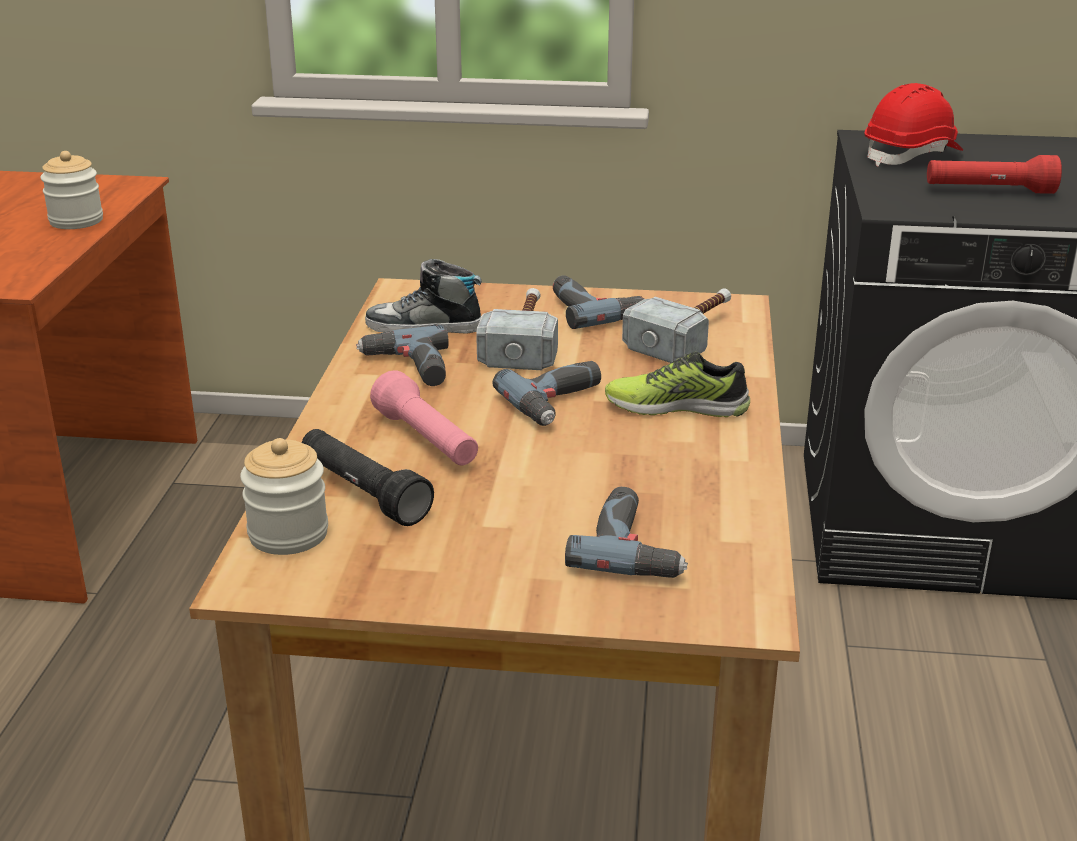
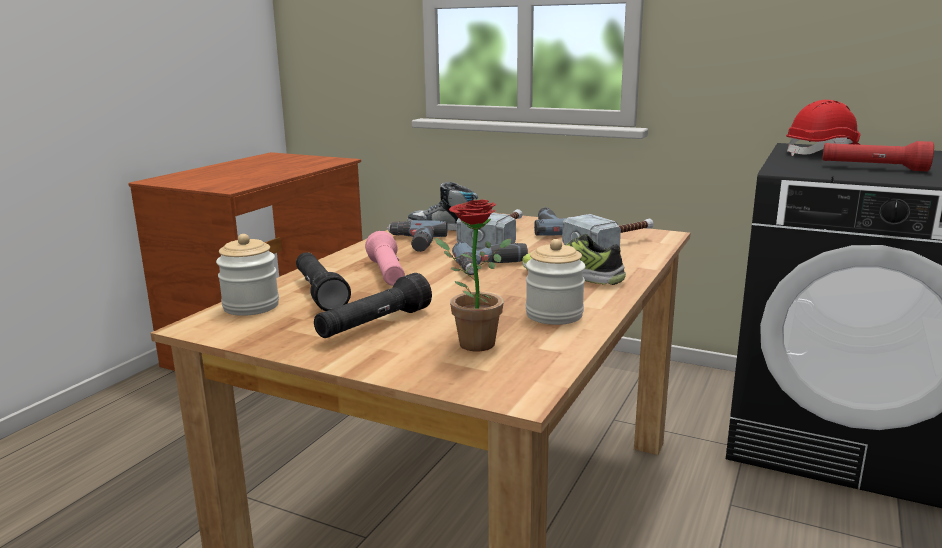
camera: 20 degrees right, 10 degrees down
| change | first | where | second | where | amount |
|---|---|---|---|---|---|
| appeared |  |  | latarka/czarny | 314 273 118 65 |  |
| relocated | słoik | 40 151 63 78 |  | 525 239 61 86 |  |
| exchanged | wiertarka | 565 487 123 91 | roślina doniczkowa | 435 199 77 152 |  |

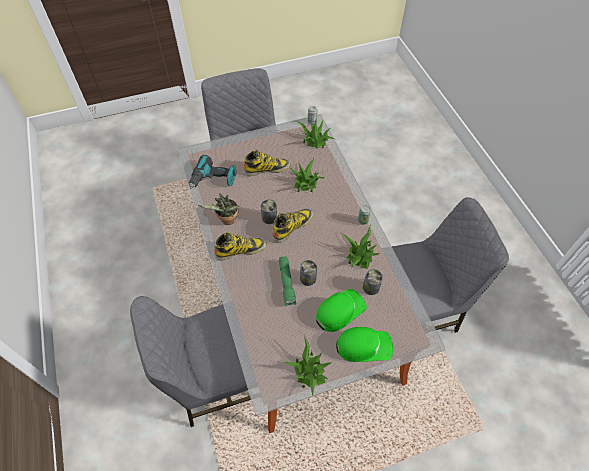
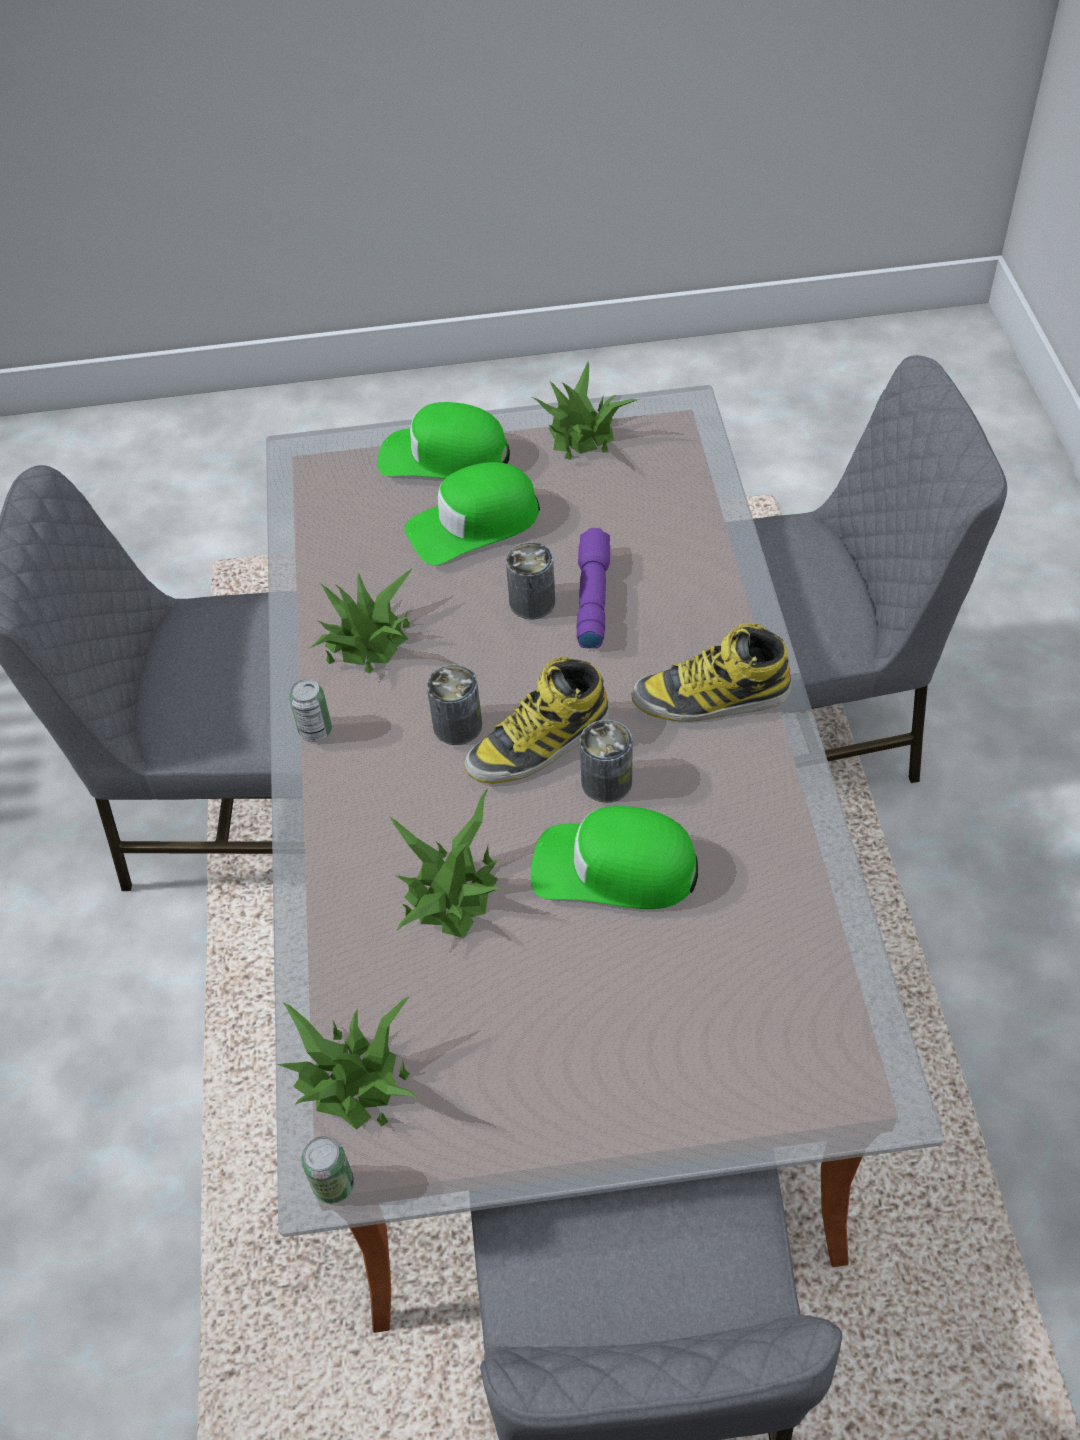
camera: 165 degrees left, 5 degrees down
| change | first | where | second | where | amount |
|---|---|---|---|---|---|
| missing | wiertarka | 189 155 47 34 |  |  |  |
| missing | roślina doniczkowa | 198 193 42 32 |  |  |  |
| missing | but z cholewką | 244 150 46 26 |  |  |  |
| appeared |  |  | czapka z daszkiem/zielony | 531 806 167 103 |  |
| relocated | puszka | 363 269 20 26 |  | 426 664 56 81 |  |
| colour | latarka/zielony | 279 256 17 50 | latarka/fioletowy | 576 528 34 120 |  |

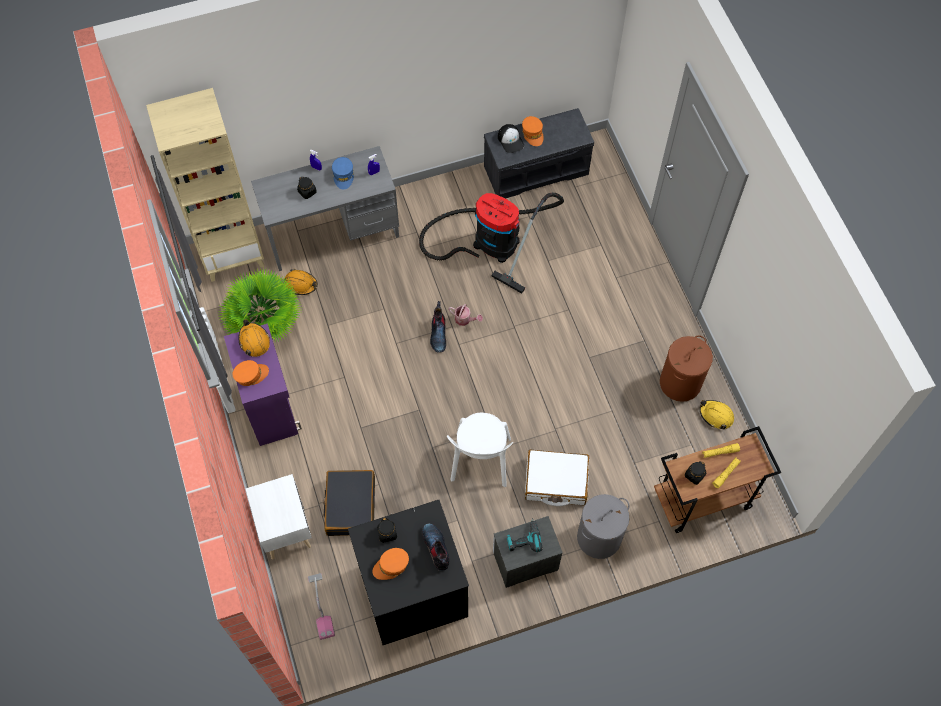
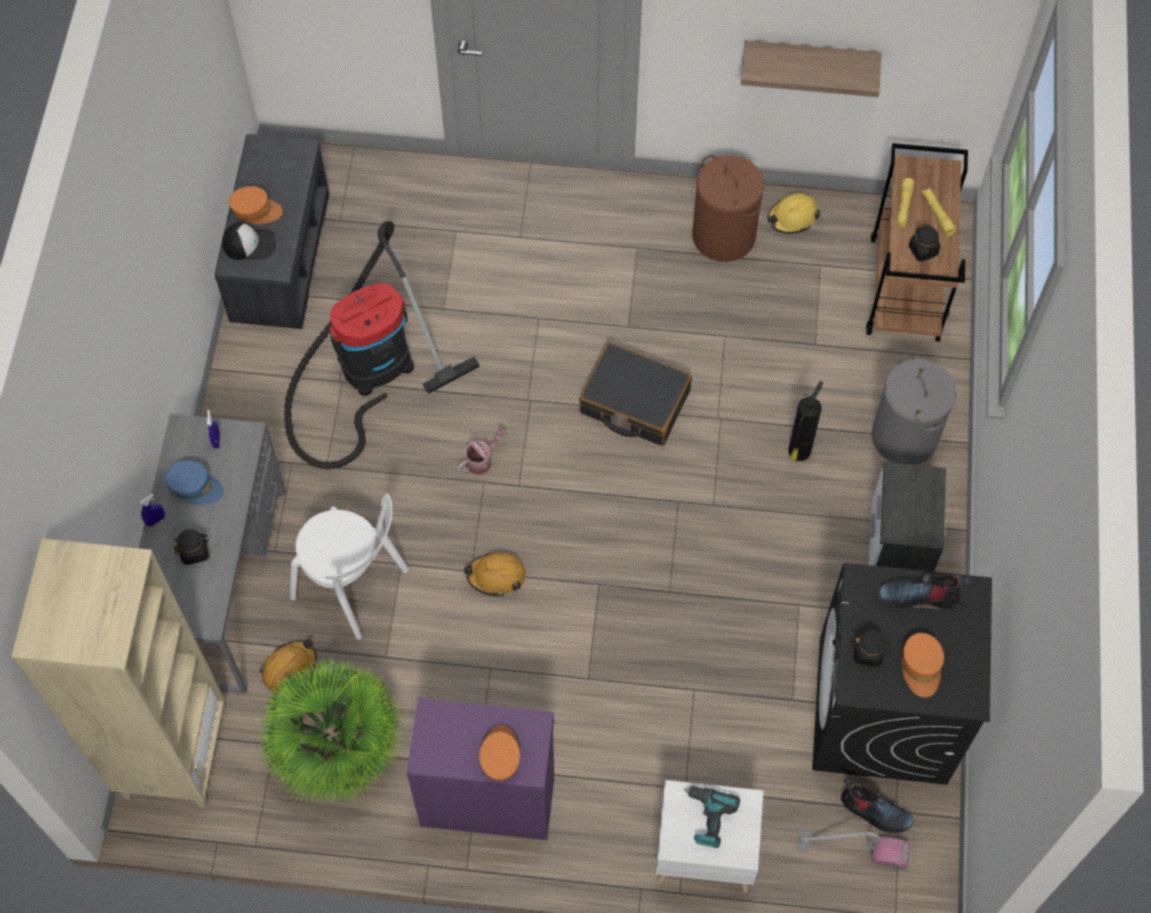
camera: 65 degrees left, 0 degrees up
| change | first | where | second | where | amount |
|---|---|---|---|---|---|
| appeared |  |  | półka | 741 40 140 57 |  |
| relocated | kask/pomarańczowy | 238 319 32 38 |  | 464 552 62 44 |  |
| relocated | walizka/czarny | 323 470 52 66 |  | 579 342 113 104 |  |
| relocated | but z cholewką | 430 301 16 52 |  | 841 777 72 56 |  |
| relocated | krzesło/biały | 447 413 66 74 |  | 290 493 119 147 |  |
| relocated | wiertarka | 507 518 36 34 |  | 683 786 57 62 |  |
| exchanged | walizka/biały | 525 450 64 56 | gaśnica | 788 381 35 80 |  |

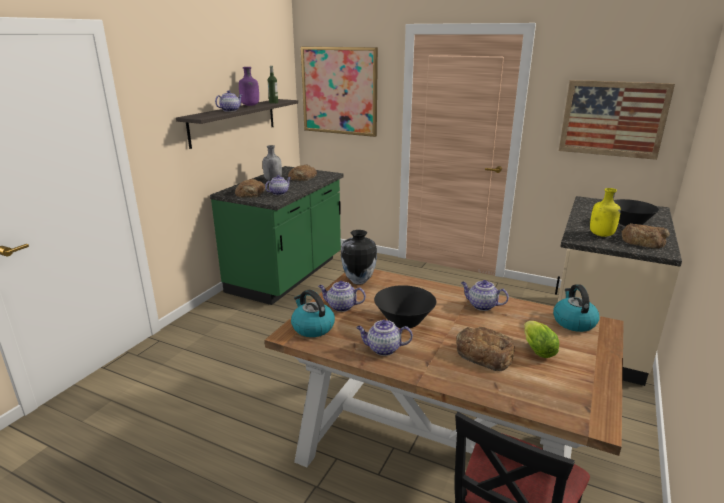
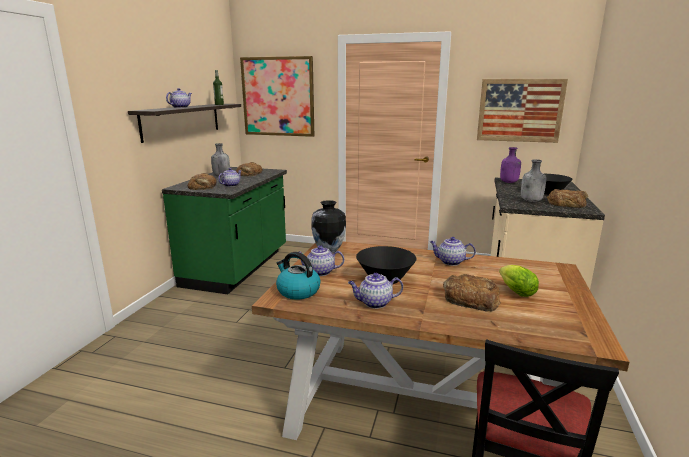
camera: 10 degrees left, 5 degrees down
| change | first | where | second | where | amount |
|---|---|---|---|---|---|
| missing | czajnik | 553 285 47 47 |  |  |  |
| relocated | butelka/fioletowy | 239 67 20 39 |  | 500 147 21 36 |  |
| colour | butelka/żółty | 590 188 31 49 | butelka/szary | 521 159 25 43 |  |

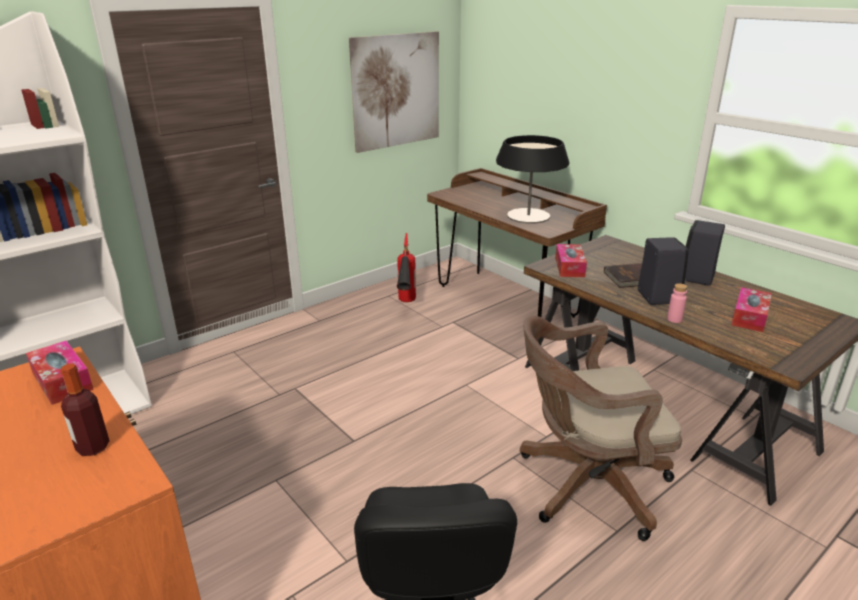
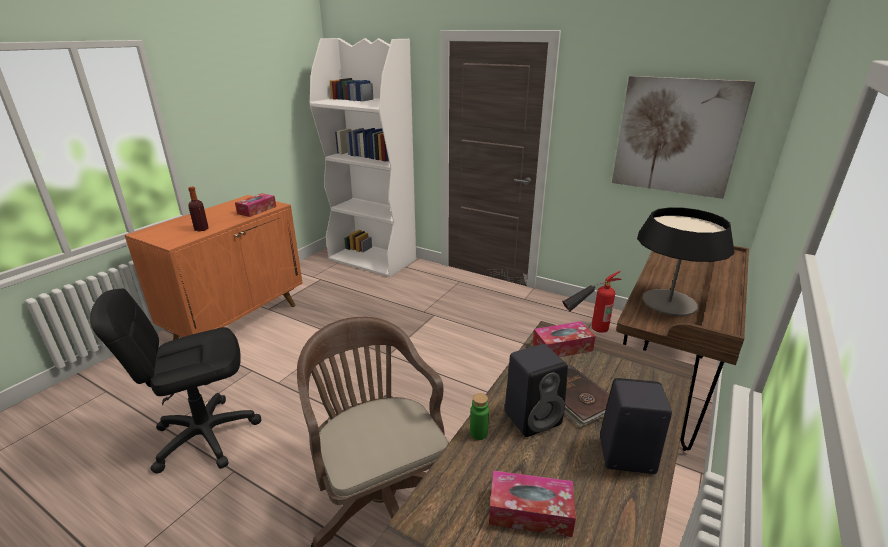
camera: 70 degrees right, 0 degrees up
| change | first | where | second | where | amount |
|---|---|---|---|---|---|
| colour | butelka/różowy | 667 283 20 40 | butelka/zielony | 470 393 19 47 |  |

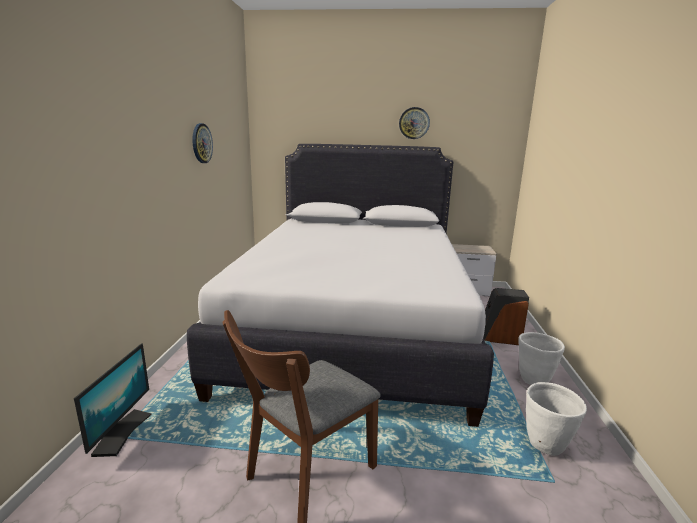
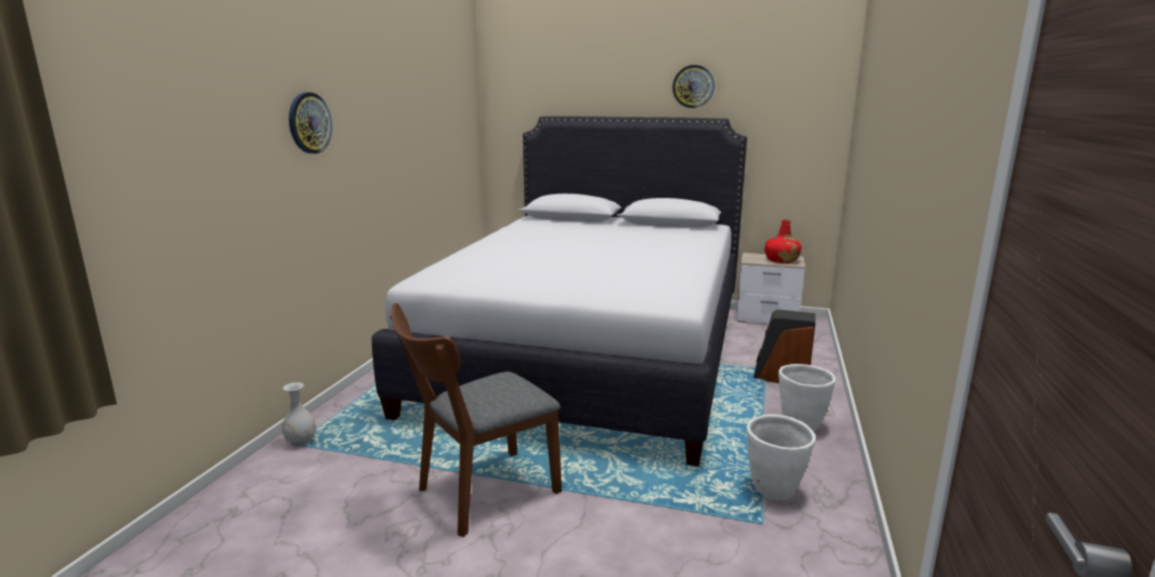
camera: 10 degrees right, 0 degrees up
| change | first | where | second | where | amount |
|---|---|---|---|---|---|
| appeared |  |  | butelka/czerwony | 765 220 37 43 |  |
| relocated | zegar ścienny | 192 123 21 40 |  | 289 92 43 62 |  |
| exchanged | monitor | 74 343 78 114 | wazon/biały | 282 382 34 65 |  |

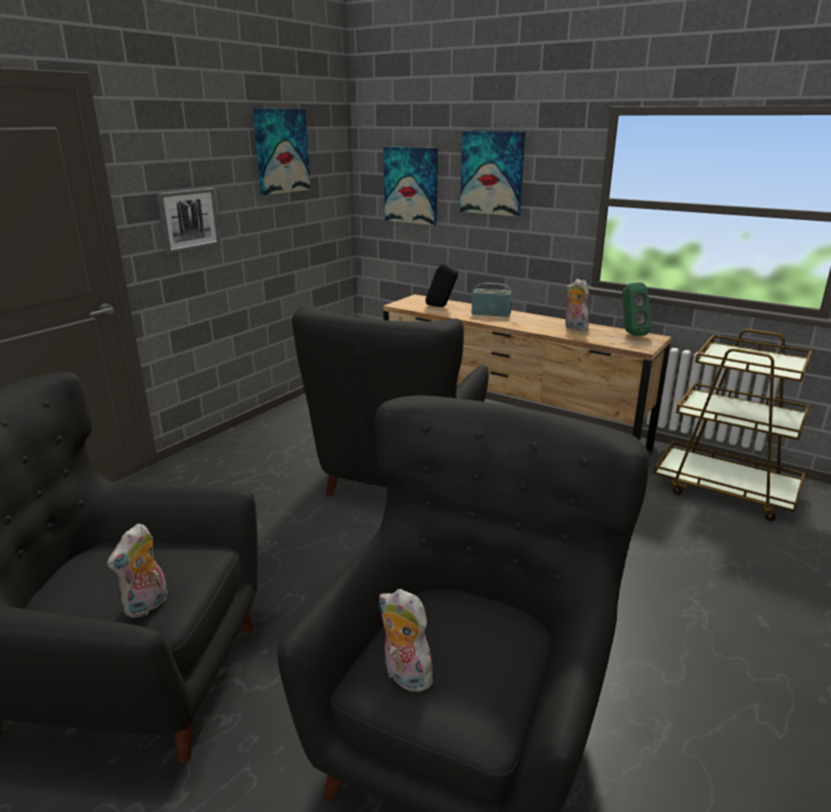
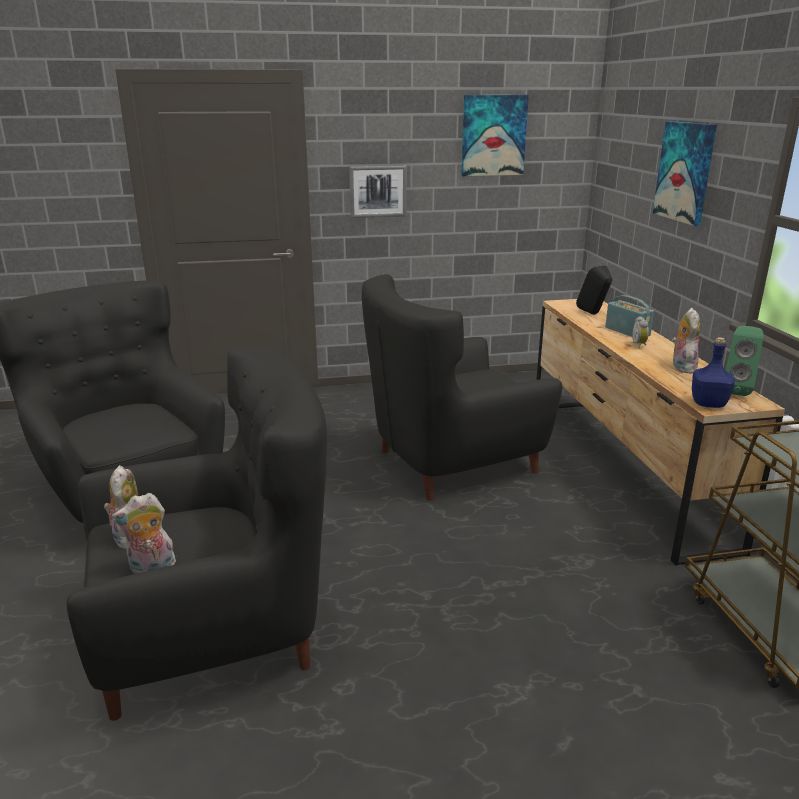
camera: 45 degrees right, 0 degrees up
| change | first | where | second | where | amount |
|---|---|---|---|---|---|
| missing | obraz | 383 146 55 79 |  |  |  |
| appeared |  |  | budzik | 632 316 17 32 |  |
| appeared |  |  | butelka/niebieski | 692 337 43 71 |  |
| relocated | pluszak | 107 523 61 95 |  | 112 493 65 81 |  |

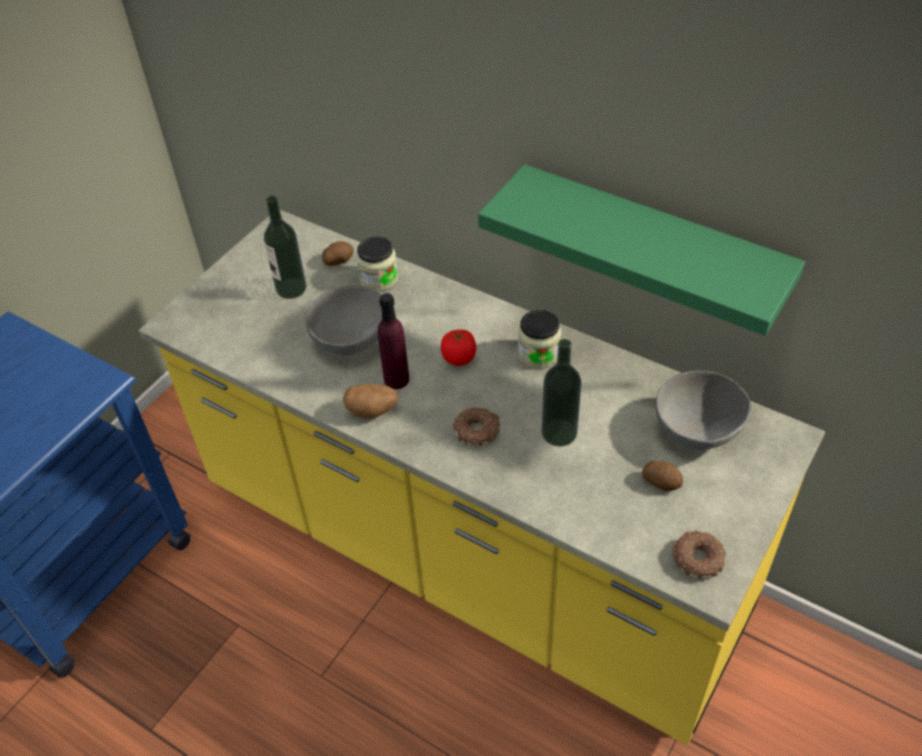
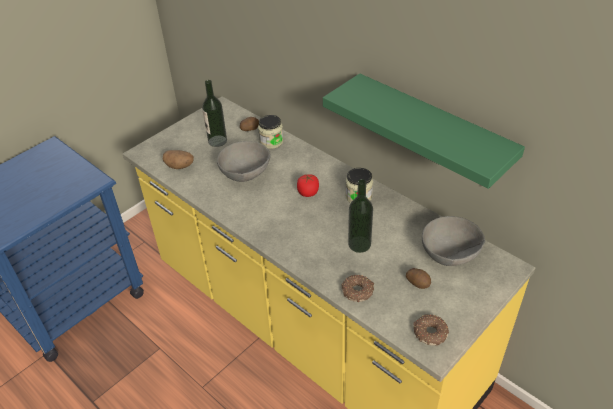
camera: 10 degrees right, 5 degrees down
| change | first | where | second | where | amount |
|---|---|---|---|---|---|
| missing | butelka/fioletowy | 378 293 31 96 |  |  |  |
| relocated | ziemniak | 343 384 55 35 |  | 163 150 31 19 |  |
| relocated | donut | 453 407 47 39 |  | 342 275 32 27 |  |

